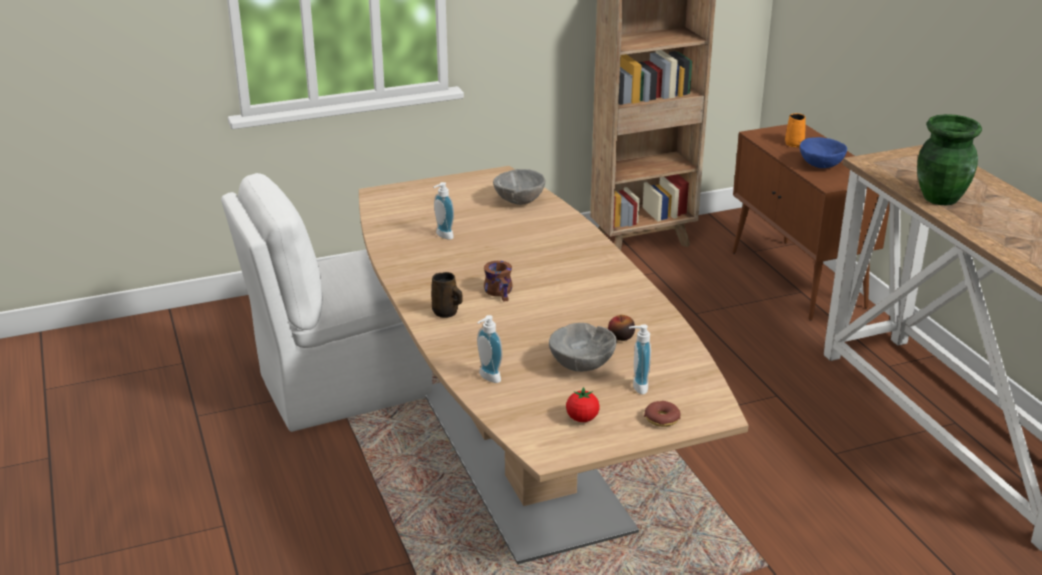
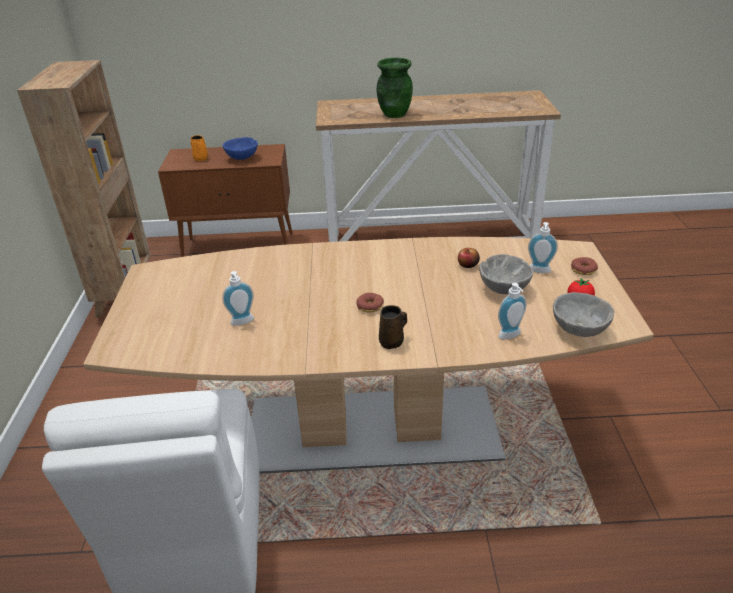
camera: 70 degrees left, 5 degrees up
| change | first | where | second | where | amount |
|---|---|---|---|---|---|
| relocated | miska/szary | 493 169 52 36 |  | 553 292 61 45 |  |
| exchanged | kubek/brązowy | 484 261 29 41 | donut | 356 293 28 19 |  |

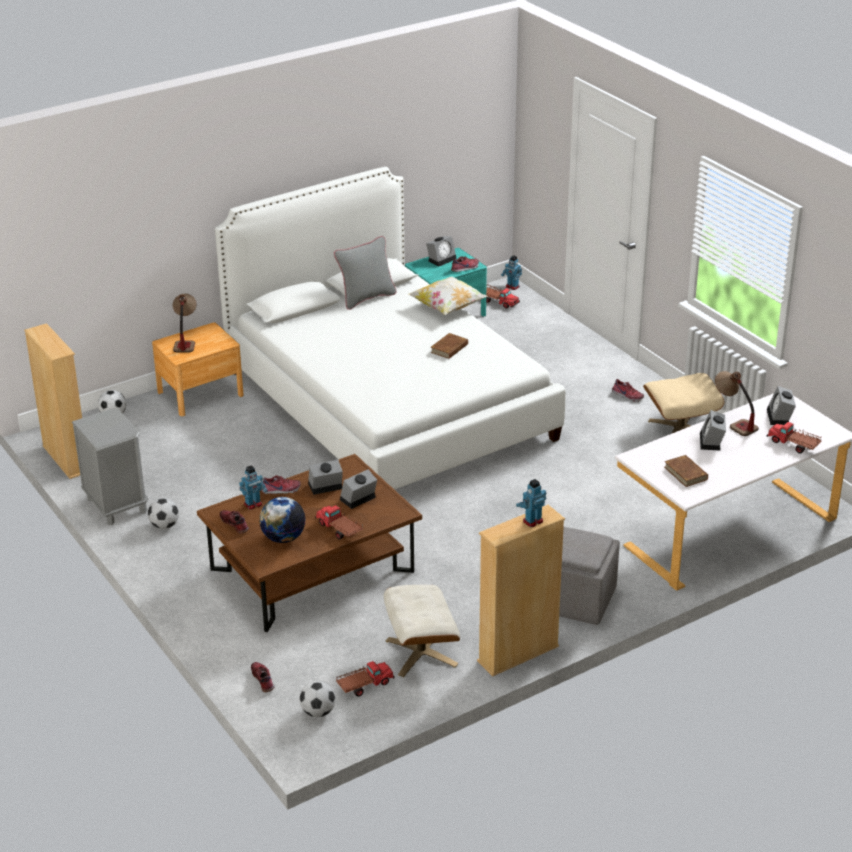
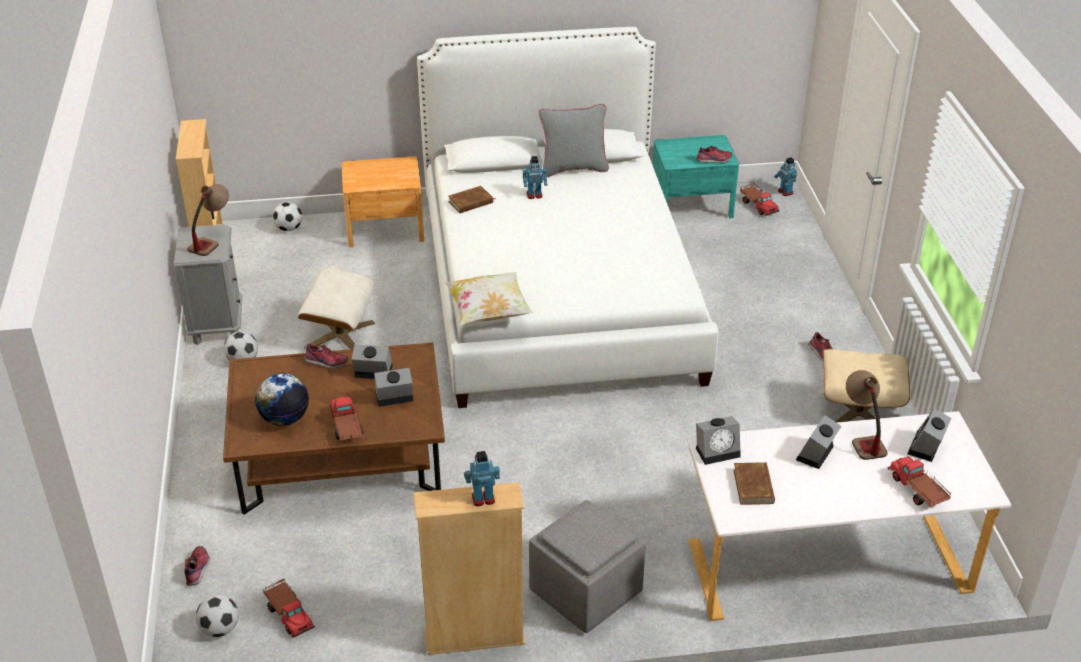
camera: 25 degrees right, 5 degrees up
| change | first | where | second | where | amount |
|---|---|---|---|---|---|
| missing | but | 220 510 29 24 |  |  |  |
| relocated | lampa stołowa | 173 294 24 59 |  | 187 184 42 72 |  |
| relocated | robot zabawkowy | 239 465 29 45 |  | 523 156 24 43 |  |
| relocated | pufa/beżowy | 384 585 76 92 |  | 298 268 77 82 |  |
| relocated | poduszka | 409 276 79 39 |  | 445 272 88 53 |  |
| relocated | budzik | 426 236 31 30 |  | 696 416 45 49 |  |
| relocated | książka/brązowy | 430 333 38 26 |  | 448 186 48 27 |  |
| spun | ciężarówka zabawkowa | 336 661 59 36 |  | 263 578 52 60 | 60 degrees clockwise |

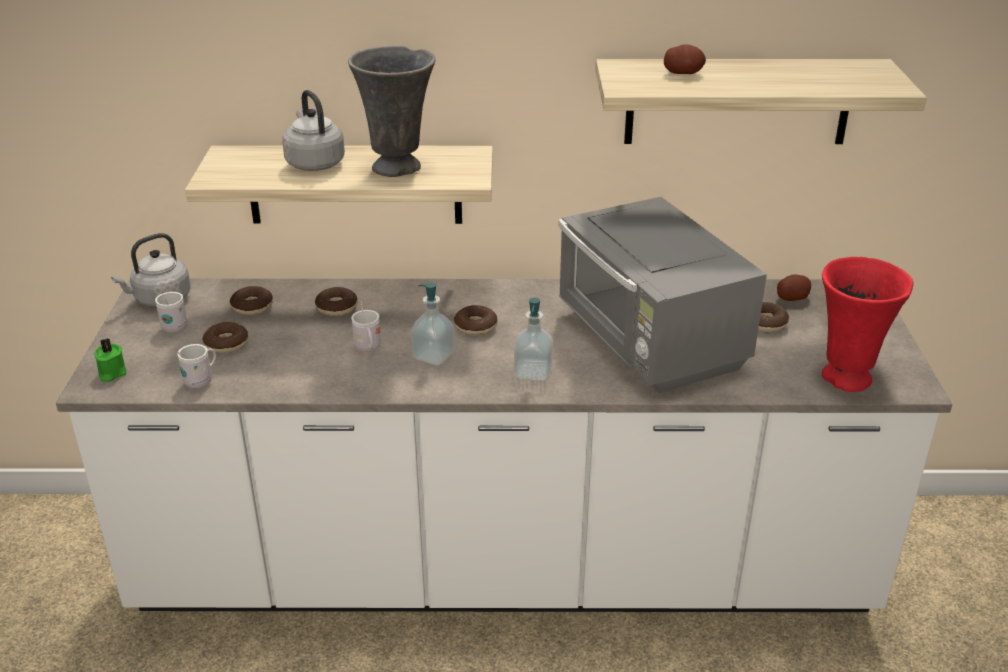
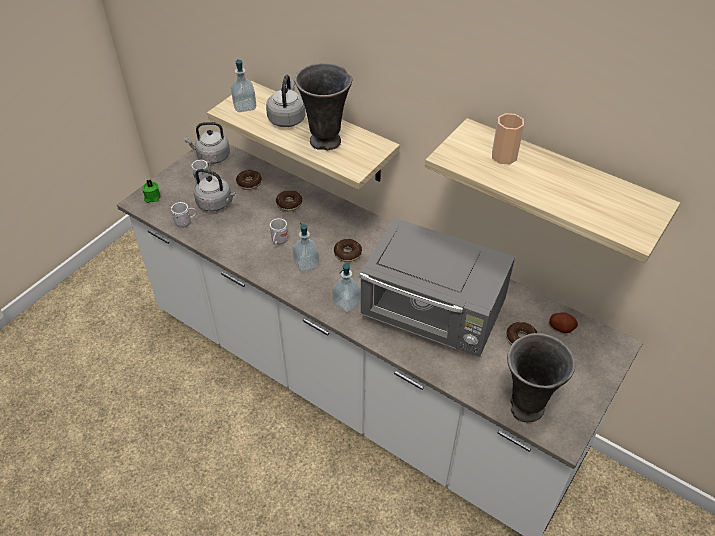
camera: 35 degrees right, 15 degrees up
| change | first | where | second | where | amount |
|---|---|---|---|---|---|
| appeared |  |  | dozownik mydła | 231 59 25 53 |  |
| exchanged | donut | 202 322 46 31 | czajnik/szary | 194 169 42 42 |  |
| exchanged | ziemniak | 664 44 42 30 | filiżanka | 492 113 32 52 |  |
| colour | wazon/czerwony | 822 257 91 135 | wazon/szary | 507 333 68 90 |  |
| spun | mikrofalówka/szary | 558 197 209 196 |  | 360 218 155 139 | 75 degrees counterclockwise |

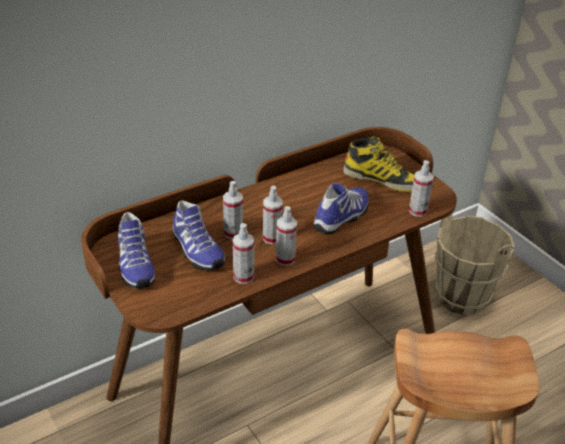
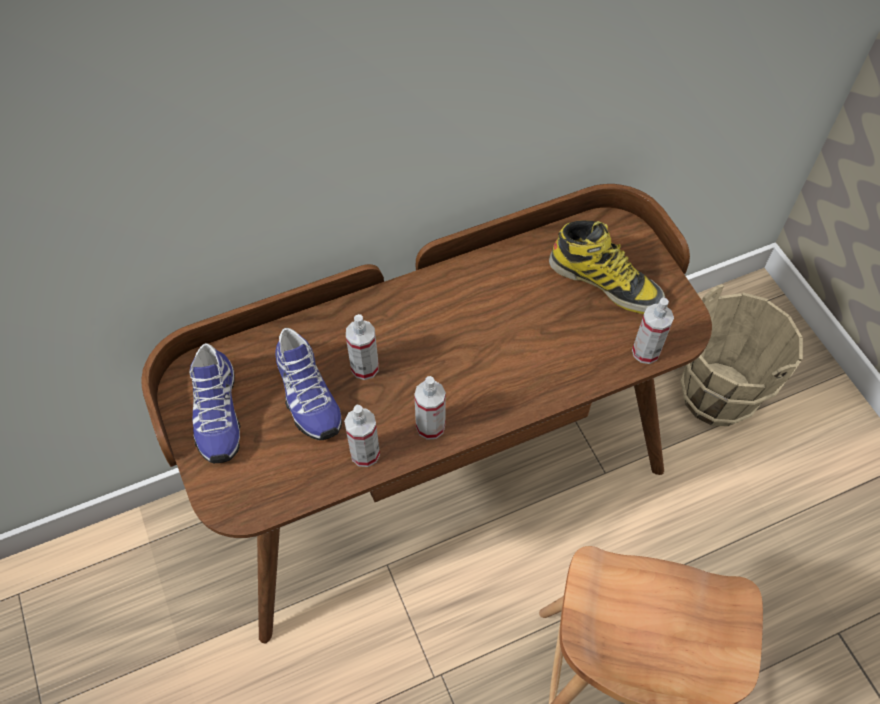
camera: 10 degrees right, 20 degrees up
| change | first | where | second | where | amount |
|---|---|---|---|---|---|
| missing | spryskiwacz | 263 186 20 59 |  |  |  |
| missing | but | 313 183 56 52 |  |  |  |

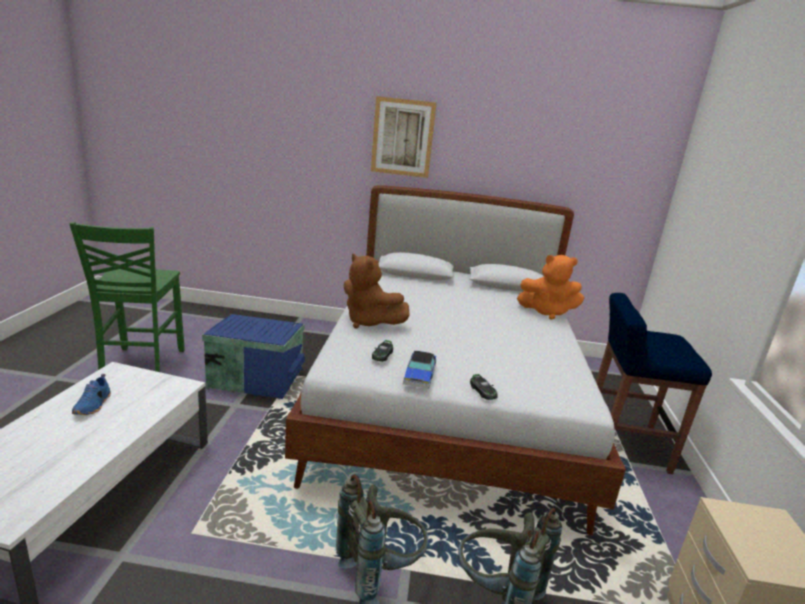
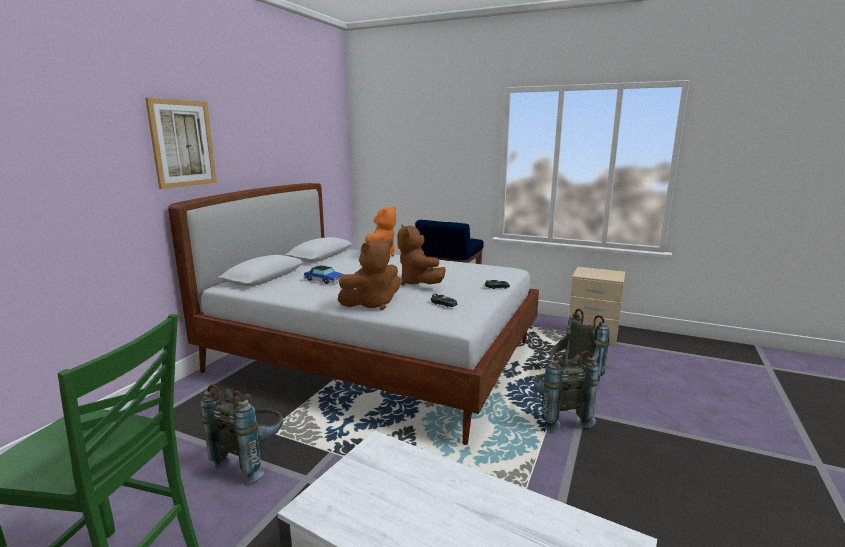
camera: 70 degrees left, 5 degrees down
| change | first | where | second | where | amount |
|---|---|---|---|---|---|
| missing | but/niebieski | 72 374 39 41 |  |  |  |
| appeared |  |  | pluszak/brązowy | 397 224 49 61 |  |
| relocated | samochodzik | 403 351 33 38 |  | 304 265 40 19 |  |
| exchanged | pojemnik do przechowywania/niebieski | 202 314 103 85 | plecak/szary | 201 384 82 99 |  |

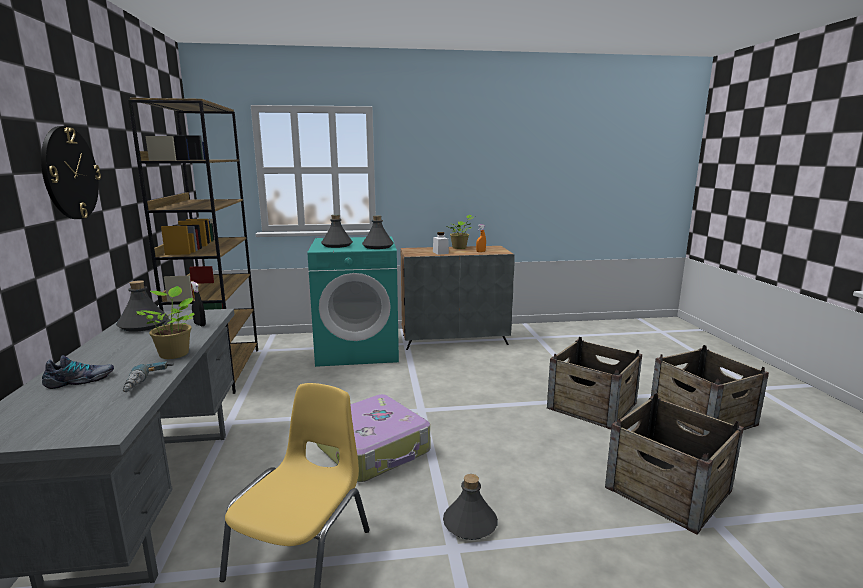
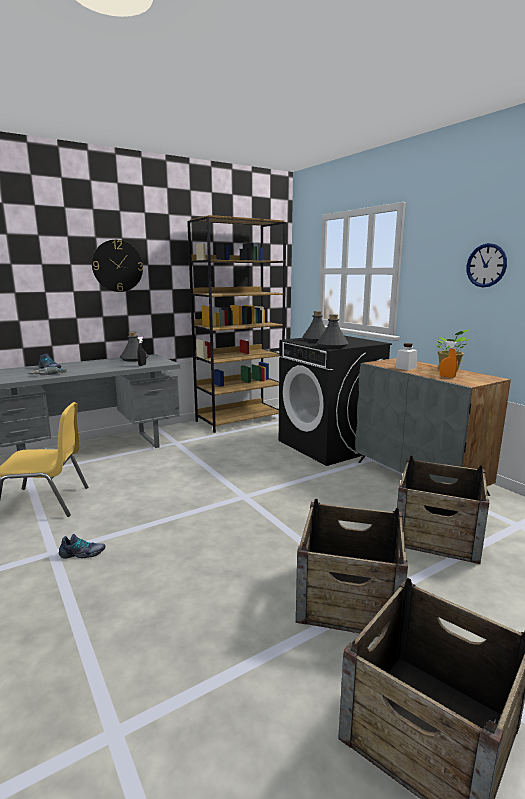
camera: 65 degrees right, 0 degrees up
| change | first | where | second | where | amount |
|---|---|---|---|---|---|
| missing | roślina doniczkowa | 136 286 58 73 |  |  |  |
| missing | walizka | 317 394 113 88 |  |  |  |
| appeared |  |  | zegar ścienny | 466 243 41 44 |  |
| relocated | skrzynka | 605 393 139 142 |  | 397 455 92 109 |  |
| exchanged | butelka/szary | 443 474 55 66 | but | 59 534 46 25 |  |
| colour | pralka/turkusowy | 307 237 92 130 | pralka/czarny | 279 336 113 130 |  |

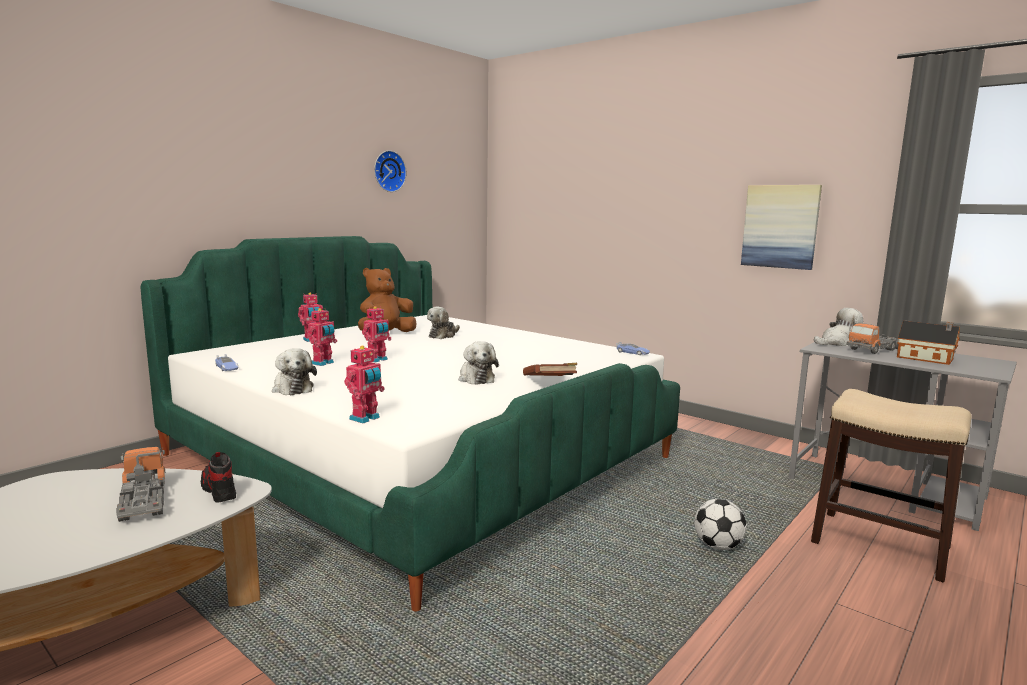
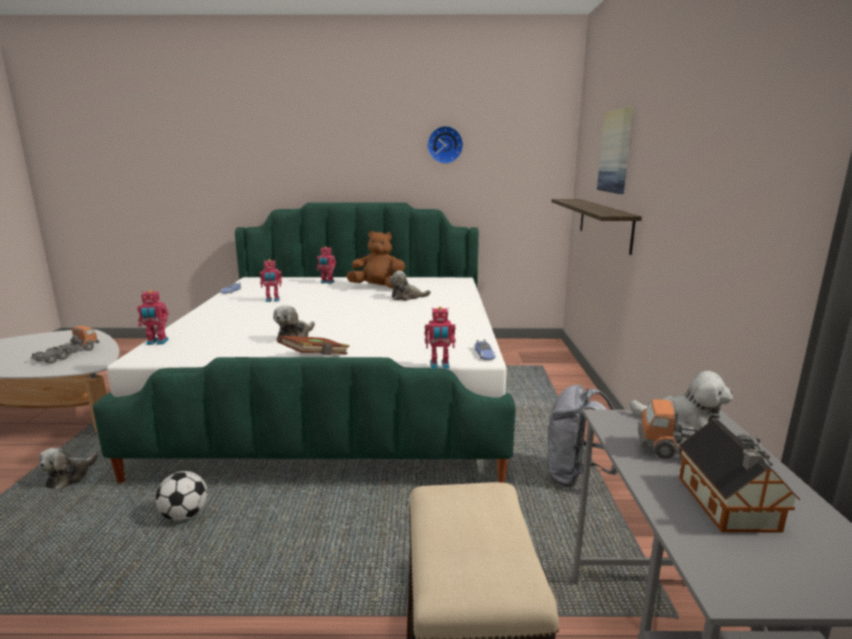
camera: 50 degrees right, 5 degrees up
| change | first | where | second | where | amount |
|---|---|---|---|---|---|
| missing | but | 201 452 35 50 |  |  |  |
| appeared |  |  | plecak/szary | 548 385 70 102 |  |
| appeared |  |  | półka | 552 199 90 56 |  |
| relocated | pluszak | 272 348 45 47 |  | 39 448 59 42 |  |
| relocated | robot zabawkowy | 362 306 29 57 |  | 425 307 31 62 |  |
| relocated | piłka futbolowa | 694 499 52 51 |  | 155 471 52 50 |  |
| relocated | obraz | 741 185 81 85 |  | 597 107 36 87 |  |

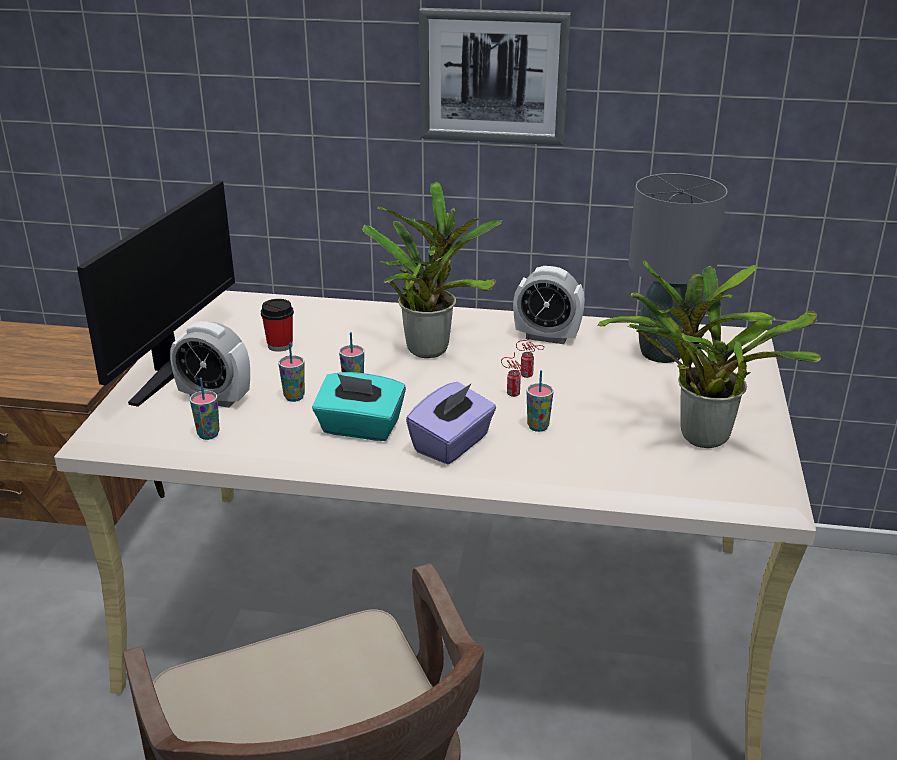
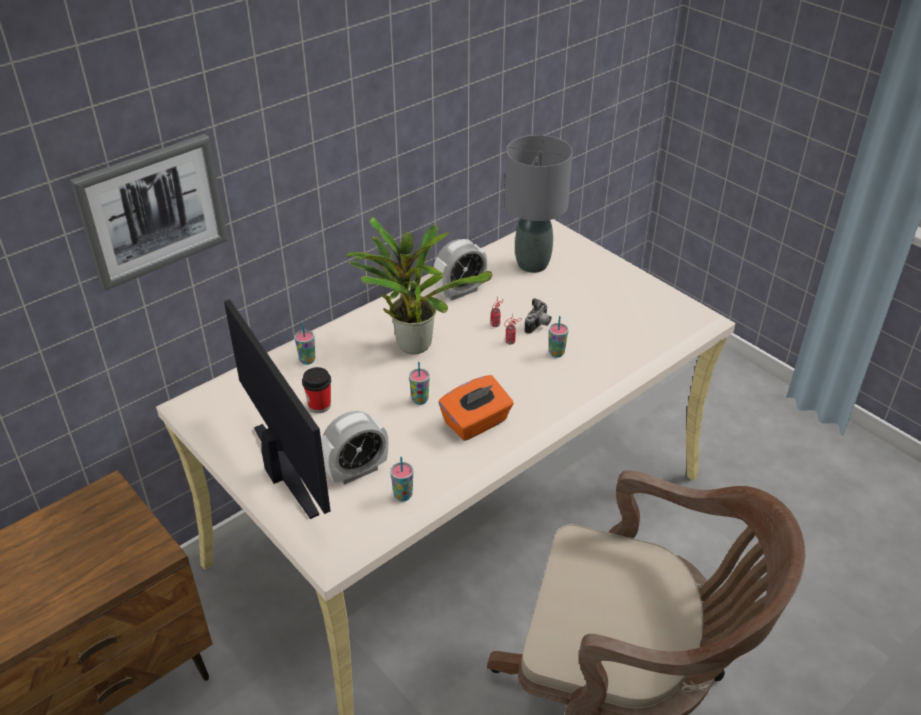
camera: 50 degrees left, 10 degrees up
| change | first | where | second | where | amount |
|---|---|---|---|---|---|
| missing | pudełko chusteczek/fioletowy | 406 382 90 82 |  |  |  |
| missing | roślina doniczkowa | 597 260 224 188 |  |  |  |
| appeared |  |  | aparat fotograficzny | 524 298 27 36 |  |
| relocated | filiżanka | 278 343 27 59 |  | 294 323 21 42 |  |
| relocated | obraz | 419 8 152 137 |  | 70 134 158 157 |  |
| colour | pudełko chusteczek/turkusowy | 312 372 94 69 | pudełko chusteczek/pomarańczowy | 439 375 75 66 |  |

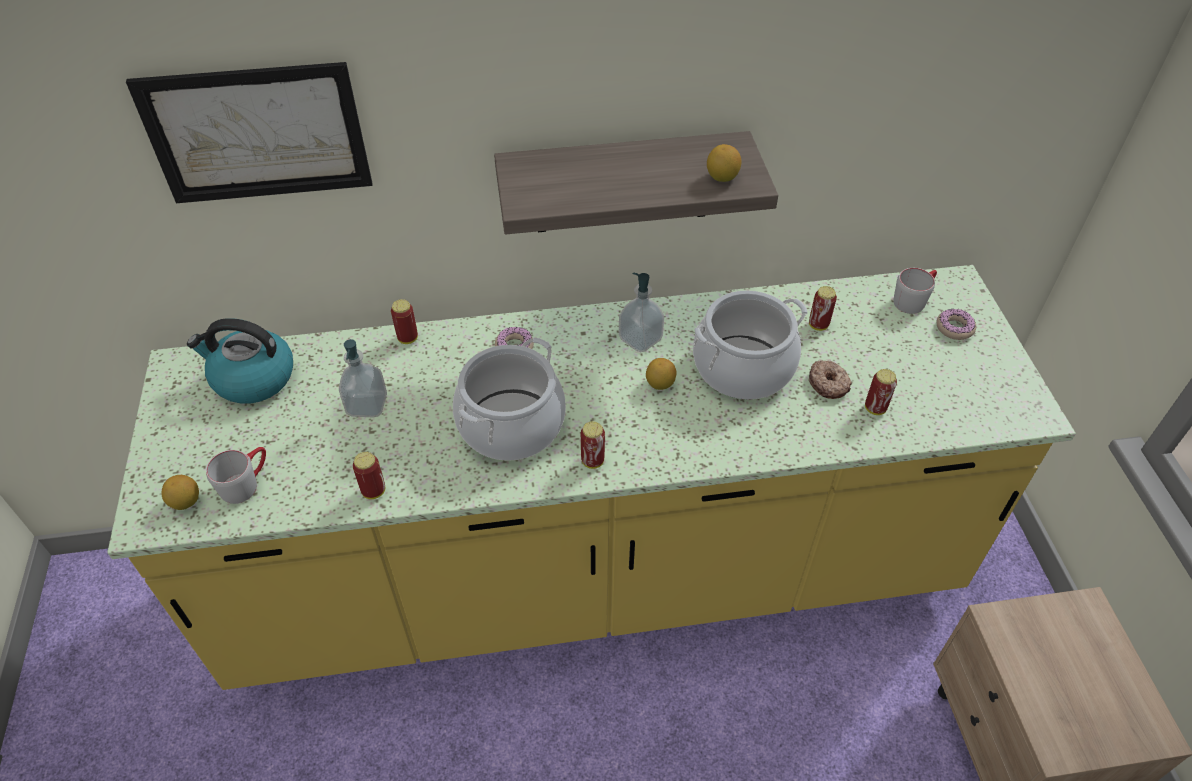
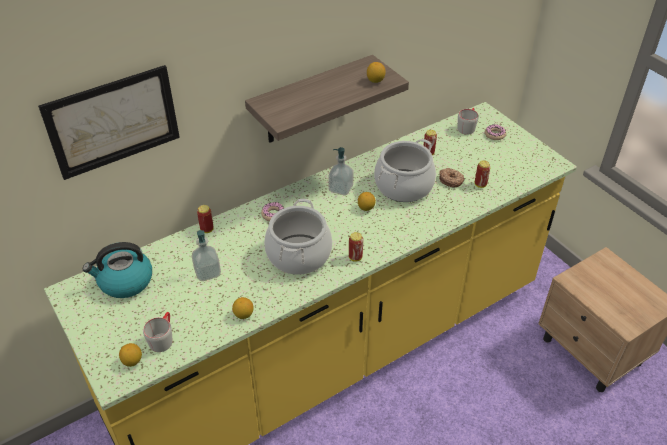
camera: 25 degrees left, 5 degrees down
| change | first | where | second | where | amount |
|---|---|---|---|---|---|
| exchanged | puszka | 353 452 32 47 | cytryna | 232 297 21 22 |  |

